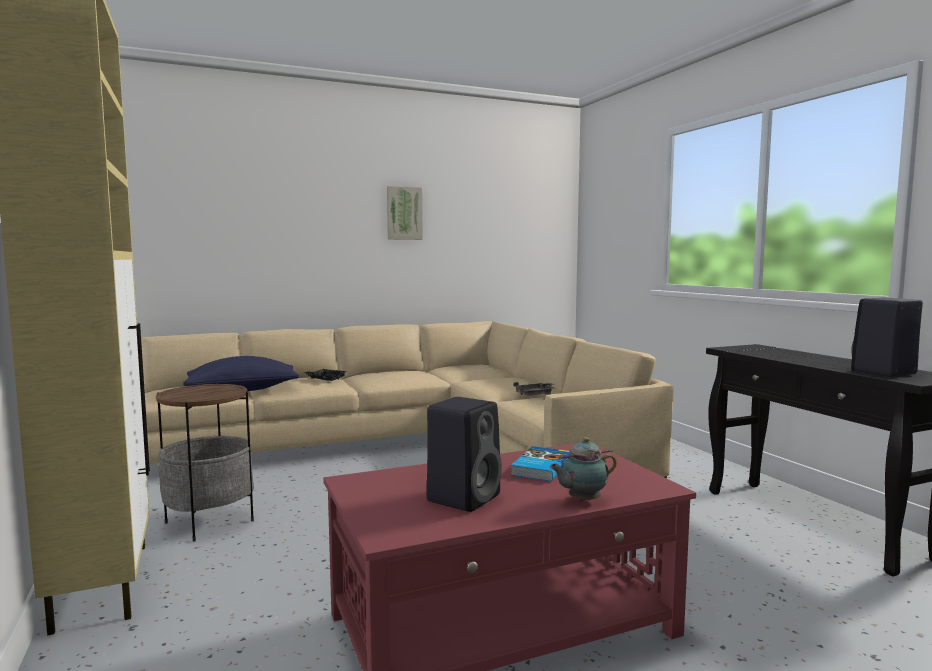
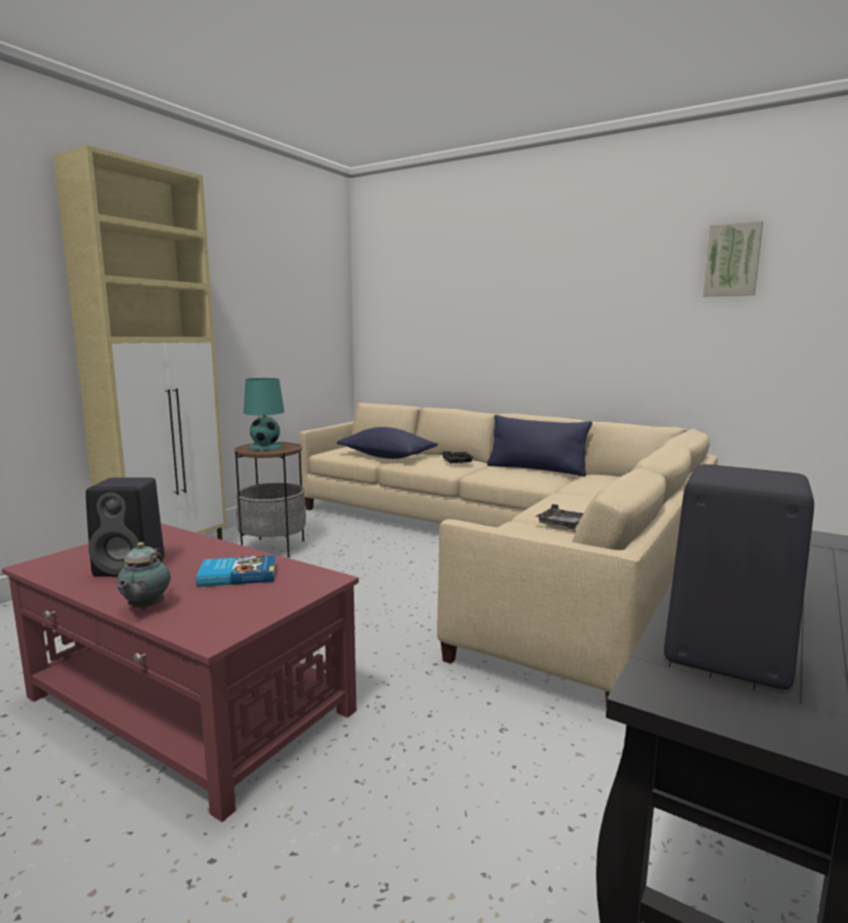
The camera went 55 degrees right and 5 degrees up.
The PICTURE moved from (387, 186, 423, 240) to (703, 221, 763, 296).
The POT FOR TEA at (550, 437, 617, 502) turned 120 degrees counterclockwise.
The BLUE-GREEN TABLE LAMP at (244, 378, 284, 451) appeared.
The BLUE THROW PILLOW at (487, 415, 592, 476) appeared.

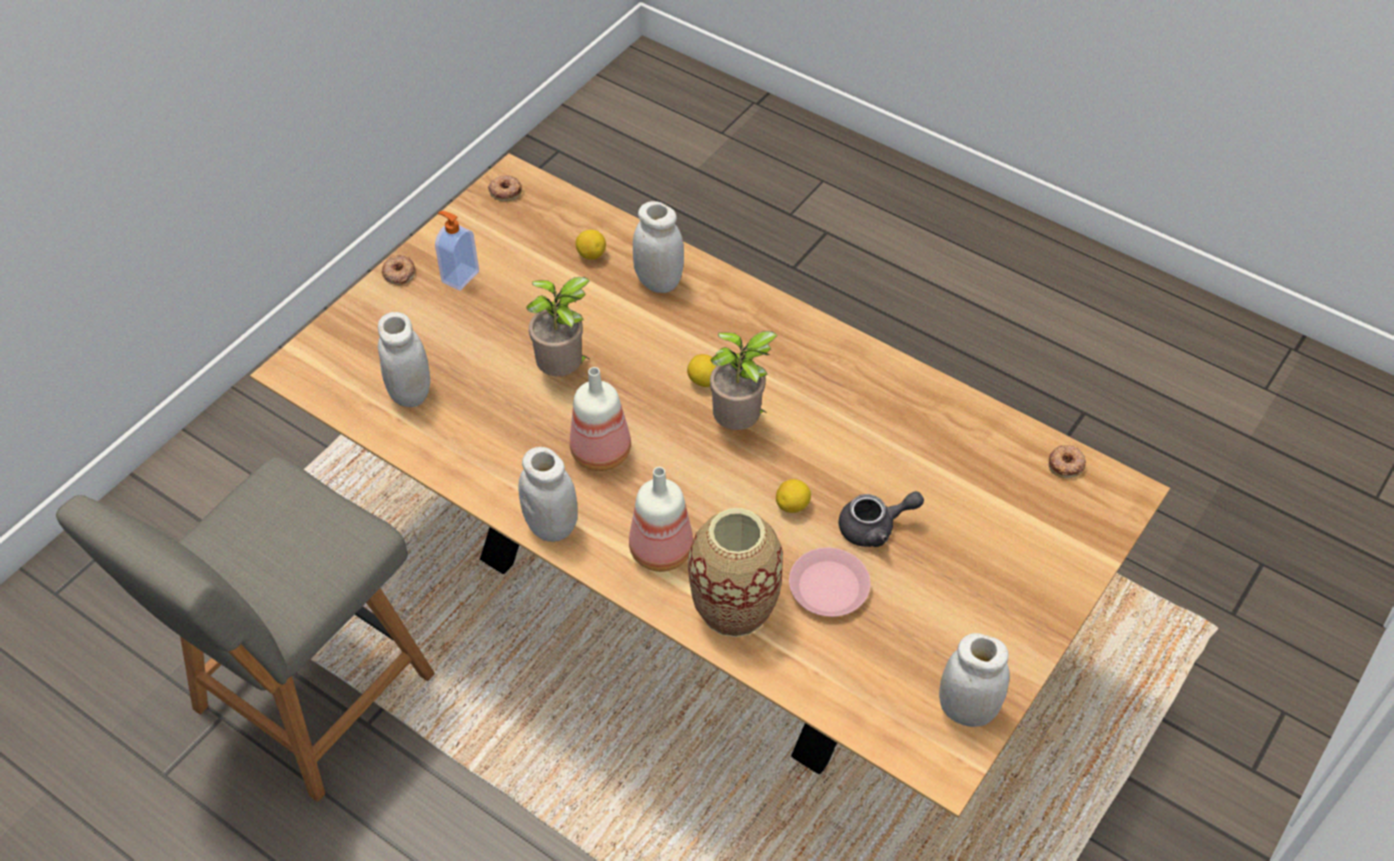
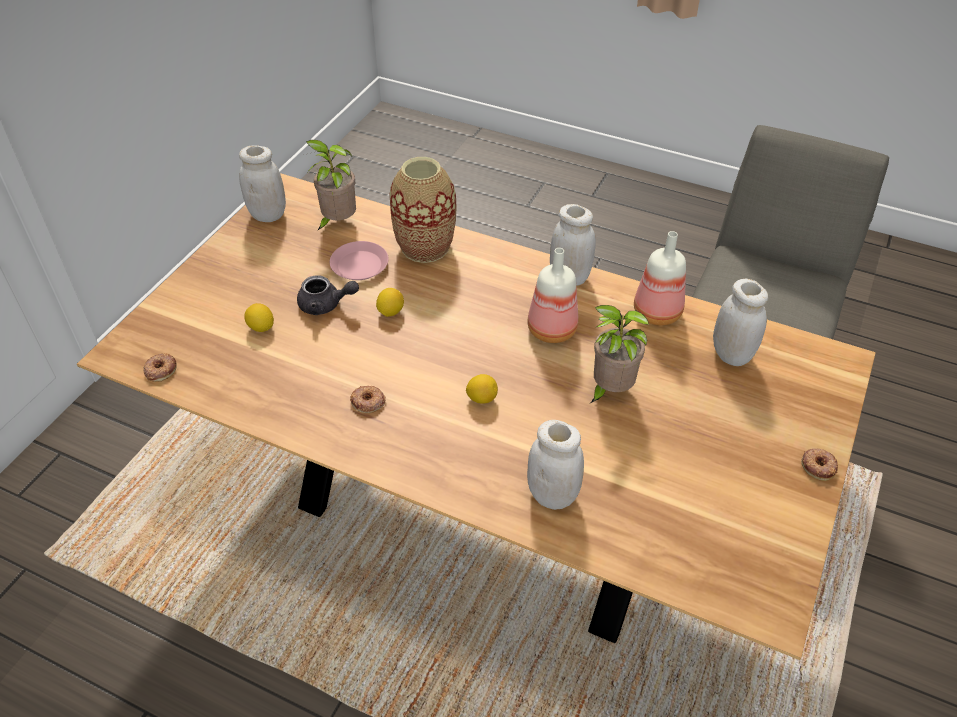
The camera went 170 degrees right and 5 degrees down.
The DOUGHNUT moved from (488, 175, 522, 202) to (350, 386, 385, 413).
The LIQUID SOAP BOTTLE at (435, 211, 479, 291) disappeared.
The CITRUS FRUIT moved from (575, 230, 606, 260) to (244, 303, 274, 332).
The HOUSEPLANT moved from (710, 331, 778, 430) to (306, 140, 356, 231).
The BEVERAGE BOTTLE moved from (629, 467, 693, 572) to (634, 231, 686, 326).
The GREYISH POT FOR TEA at (839, 491, 924, 547) turned 150 degrees counterclockwise.

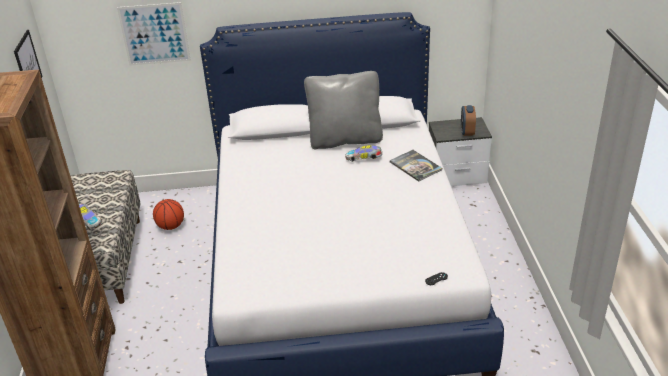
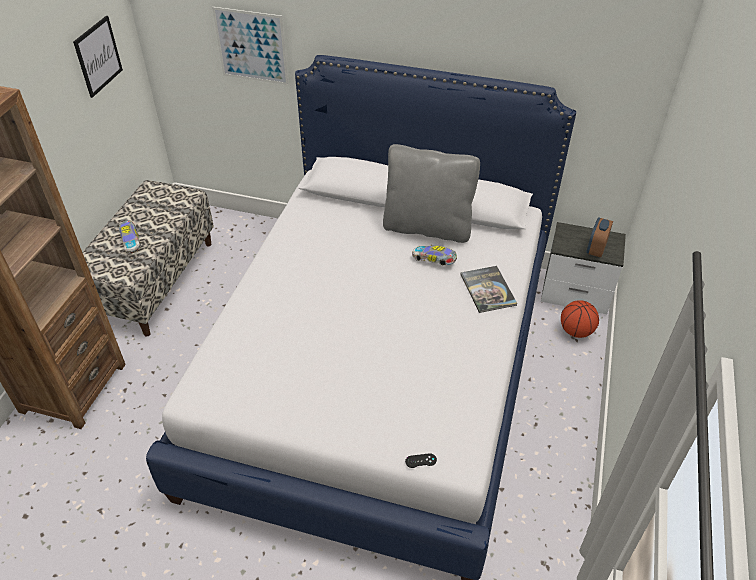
The camera went 20 degrees right and 10 degrees up.
The BALL FOR BASKETBALL moved from (153, 199, 184, 230) to (561, 300, 599, 338).

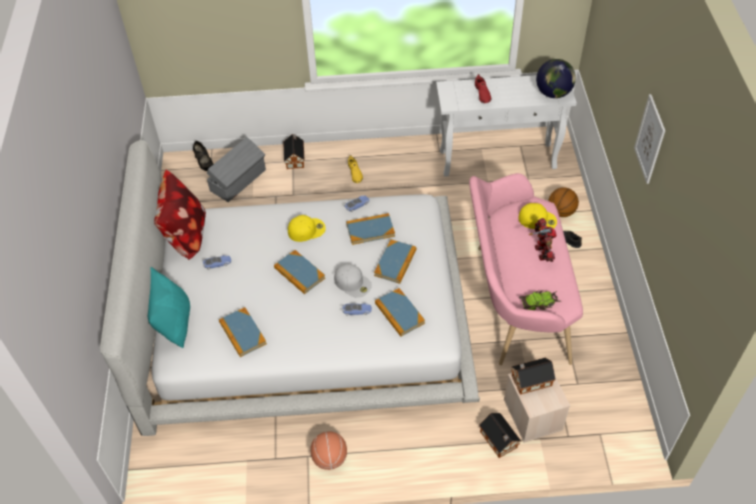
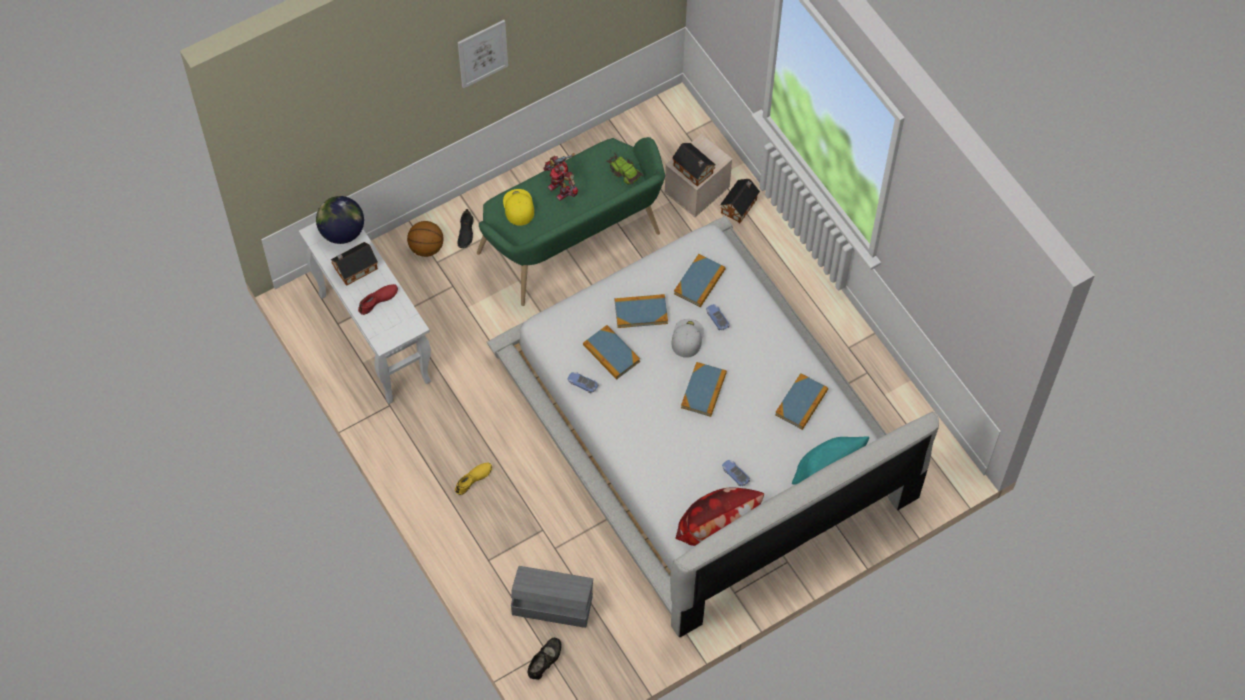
The camera went 120 degrees left and 10 degrees up.
The MINIATURE HOUSE moved from (283, 134, 305, 169) to (331, 242, 378, 286).
The PINKISH INDOOR BENCH at (469, 173, 583, 365) became the GREENISH INDOOR BENCH at (477, 137, 665, 306).
The YELLOW-COLOURED CAP at (288, 215, 326, 242) disappeared.
The ROBOT FIGURE at (529, 218, 556, 262) turned 90 degrees counterclockwise.
The BALL FOR BASKETBALL at (310, 432, 347, 470) disappeared.

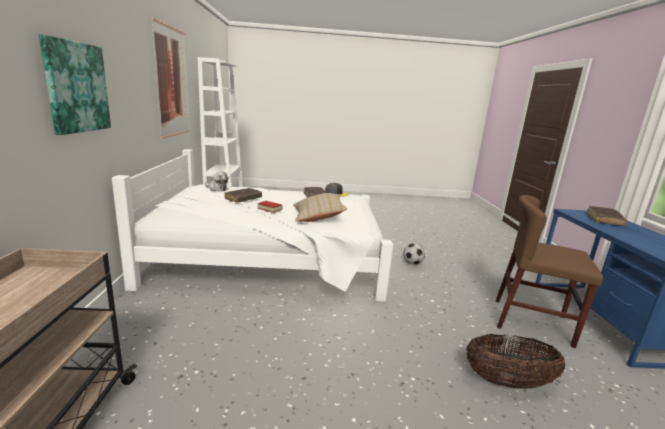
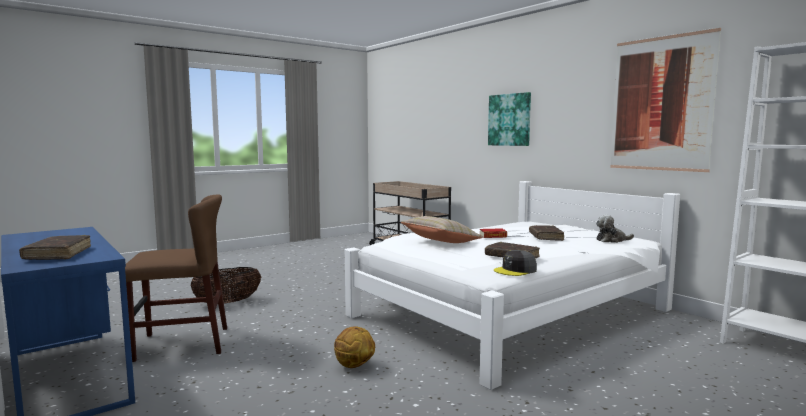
The camera went 145 degrees right and 10 degrees down.
The FOOTBALL at (403, 243, 425, 265) was replaced by the BALL FOR BASKETBALL at (334, 326, 375, 368).

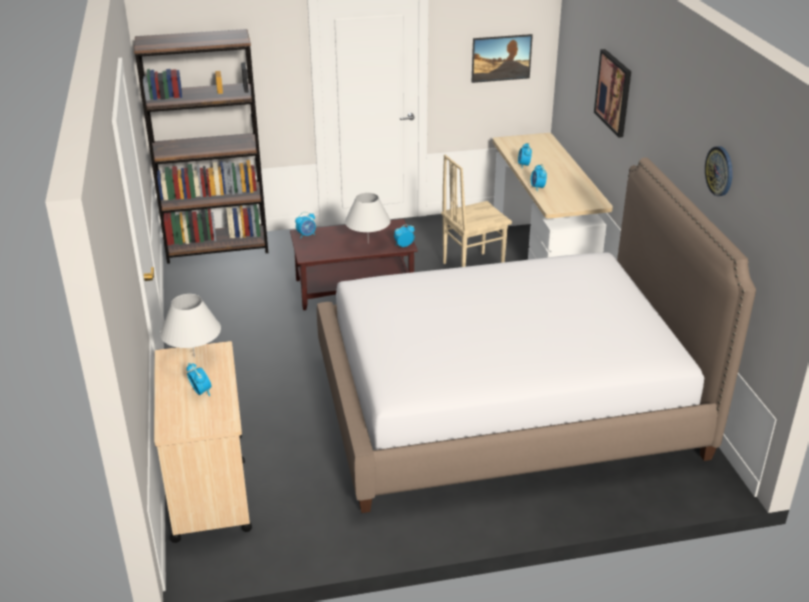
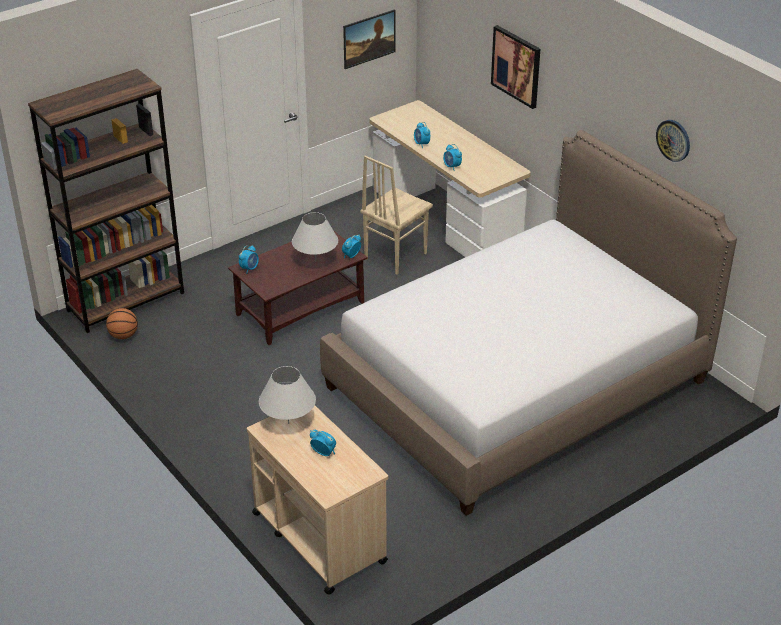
The camera went 25 degrees left and 5 degrees up.
The BALL FOR BASKETBALL at (106, 308, 138, 339) appeared.

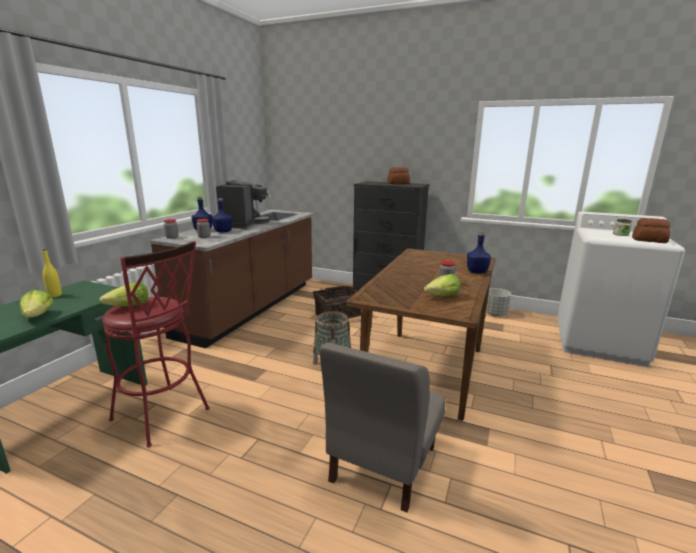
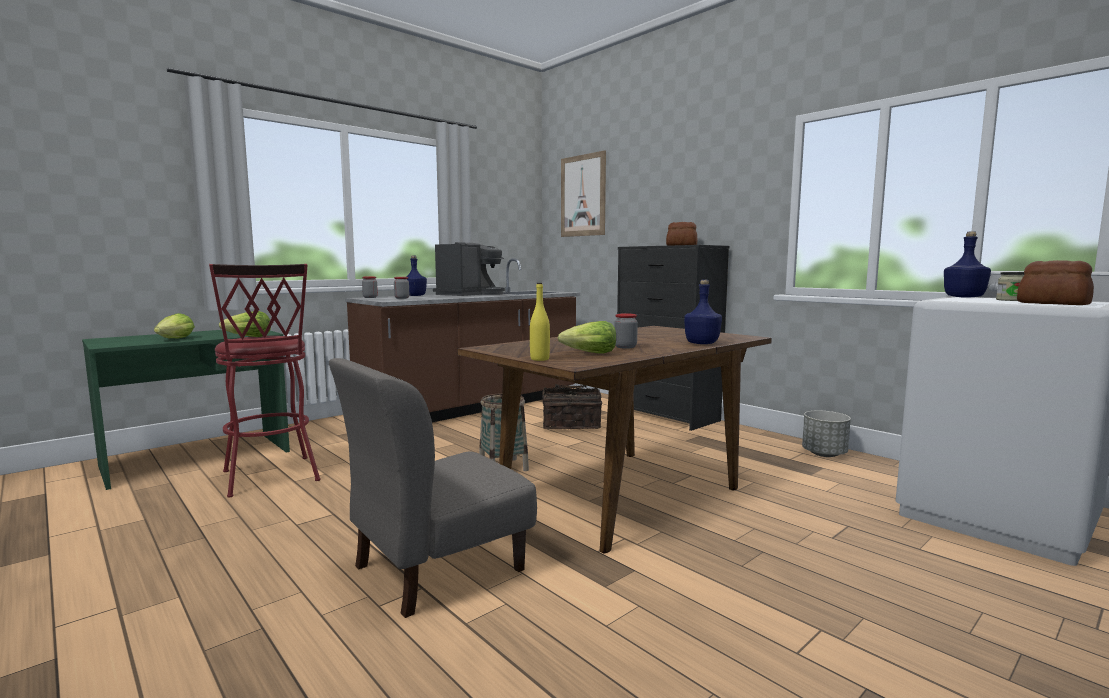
The camera went 25 degrees right and 10 degrees down.
The BLUE BEVERAGE BOTTLE moved from (212, 198, 232, 233) to (944, 231, 991, 298).
The YELLOW-COLOURED BEVERAGE BOTTLE moved from (42, 249, 62, 297) to (530, 283, 550, 361).
The PICTURE at (561, 150, 606, 237) appeared.

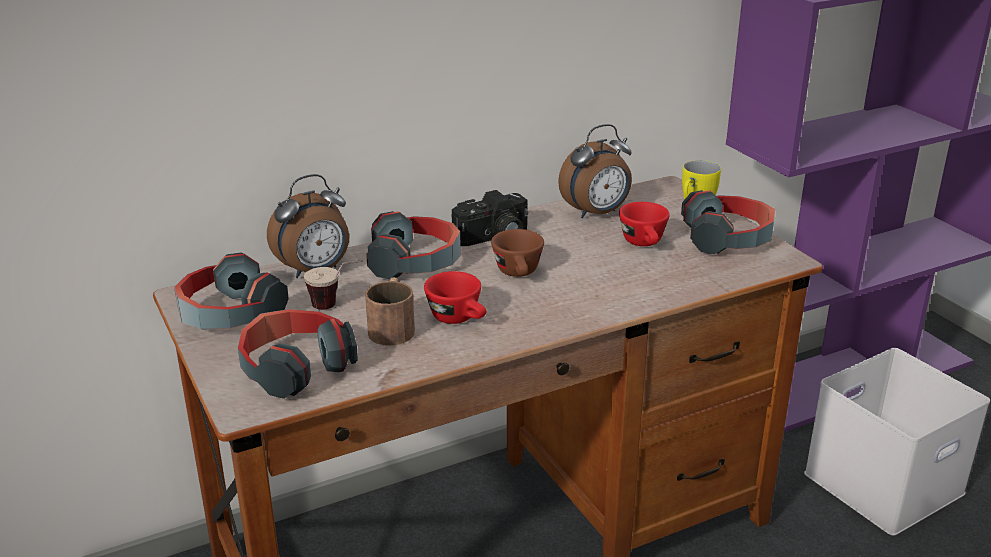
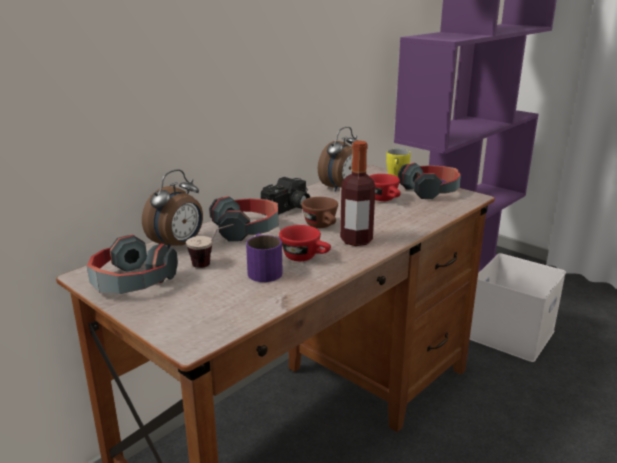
The camera went 20 degrees left and 5 degrees down.
The BROWN-COLOURED TEA MUG at (365, 277, 415, 346) became the PURPLE-COLOURED TEA MUG at (246, 233, 283, 282).
The PAIR OF HEADPHONES at (238, 309, 358, 399) disappeared.
The BEVERAGE BOTTLE at (340, 141, 376, 246) appeared.

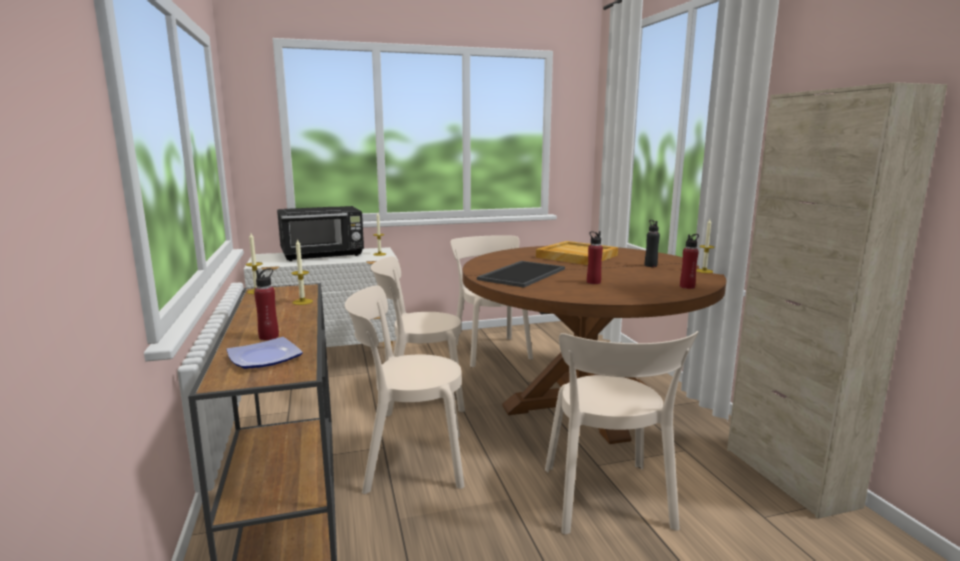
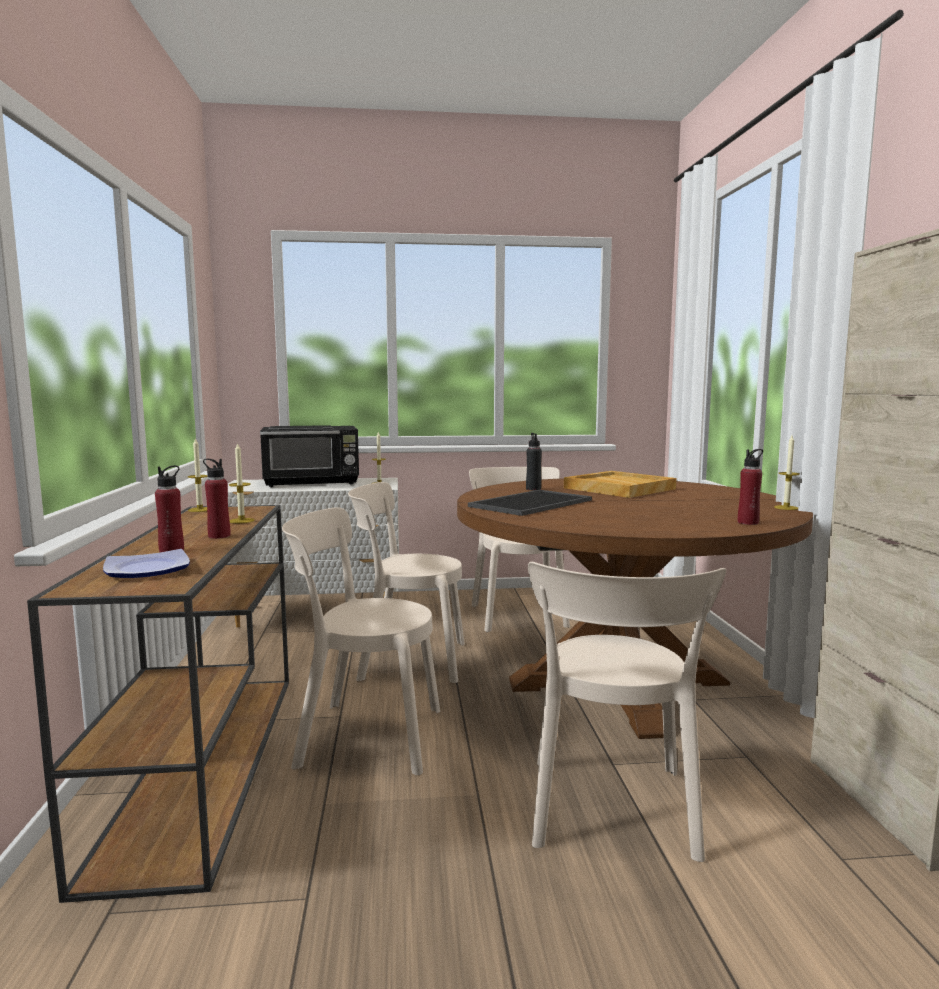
The camera went 10 degrees right and 5 degrees down.
The BLACK-COLOURED BEVERAGE BOTTLE moved from (645, 220, 660, 267) to (526, 433, 542, 490).
The REDDISH BEVERAGE BOTTLE moved from (587, 231, 603, 284) to (203, 459, 230, 539).

